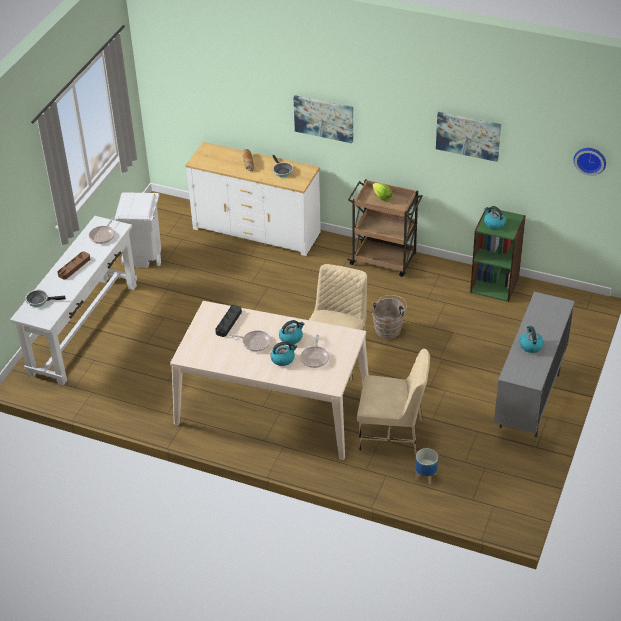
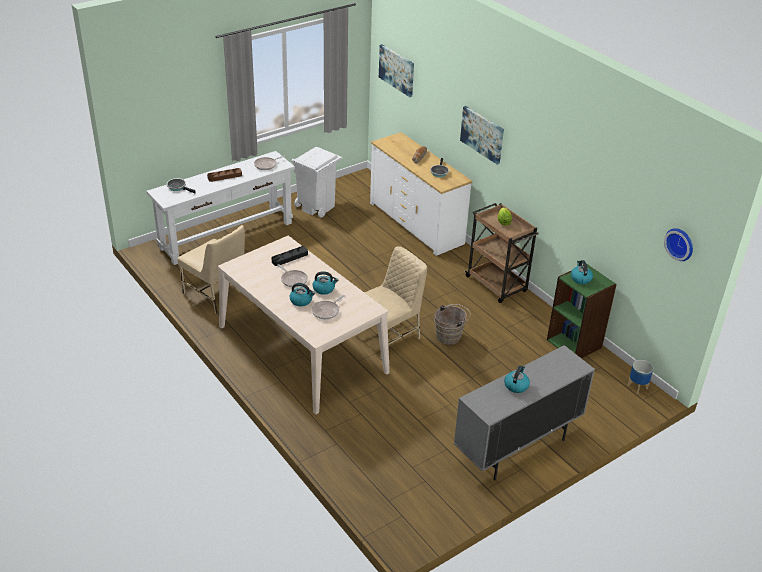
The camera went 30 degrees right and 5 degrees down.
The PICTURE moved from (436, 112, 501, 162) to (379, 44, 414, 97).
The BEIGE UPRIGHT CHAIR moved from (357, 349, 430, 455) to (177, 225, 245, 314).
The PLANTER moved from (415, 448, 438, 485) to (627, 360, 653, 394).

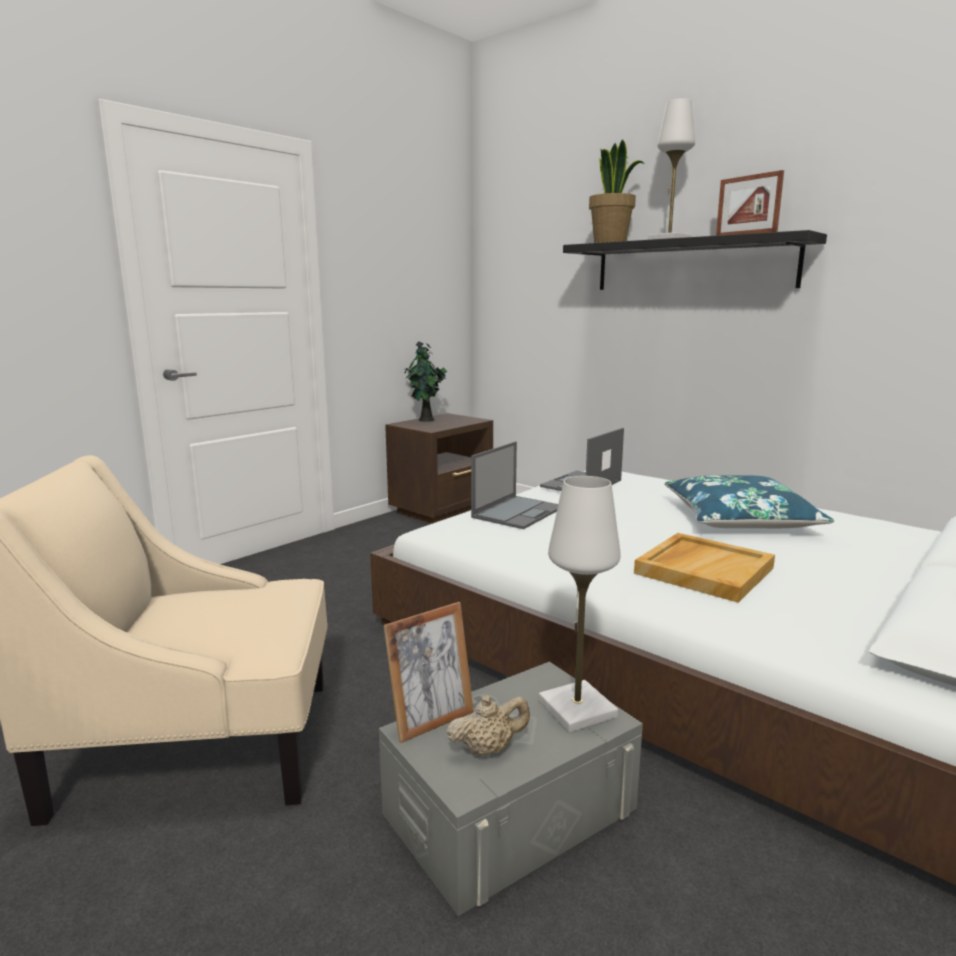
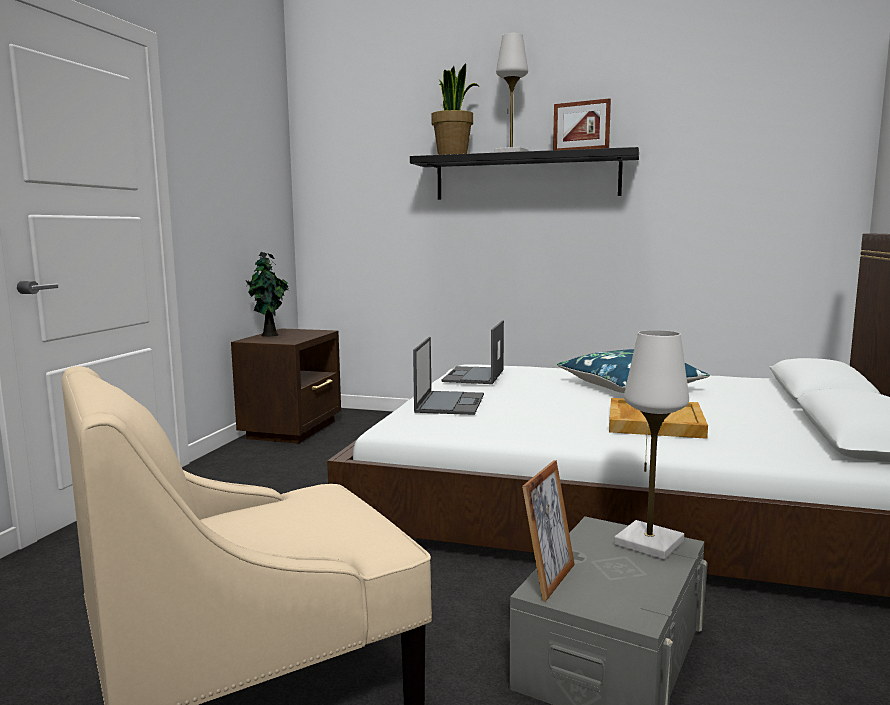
The camera went 25 degrees left and 5 degrees down.
The BEIGE POT FOR TEA at (446, 695, 530, 757) disappeared.

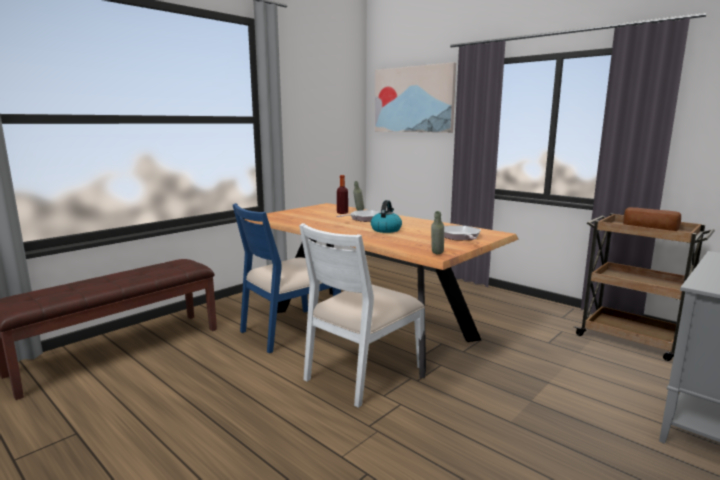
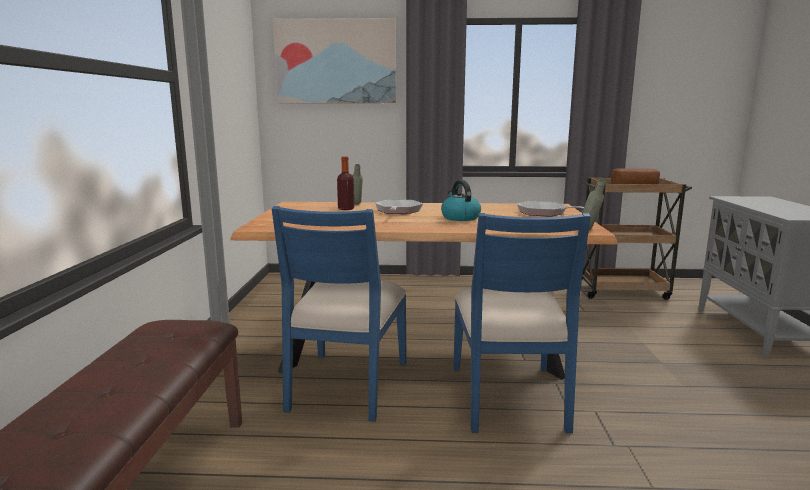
The camera went 40 degrees left and 0 degrees up.
The WHITE UPRIGHT CHAIR at (299, 223, 425, 408) became the BLUE UPRIGHT CHAIR at (453, 213, 591, 433).

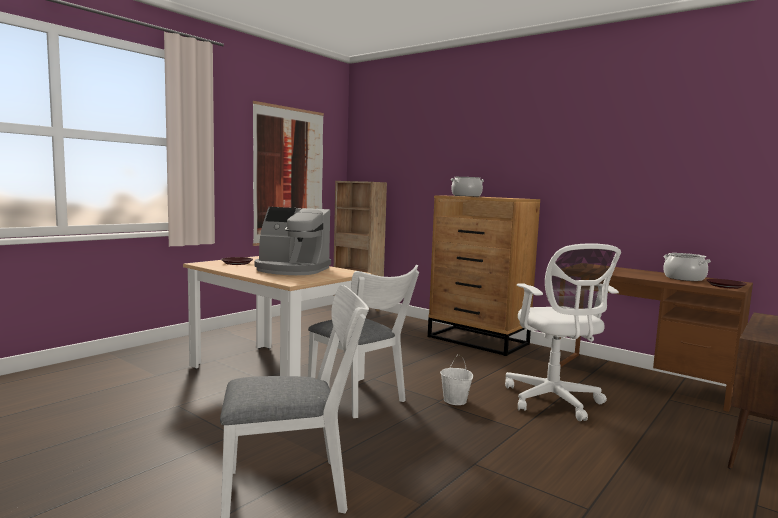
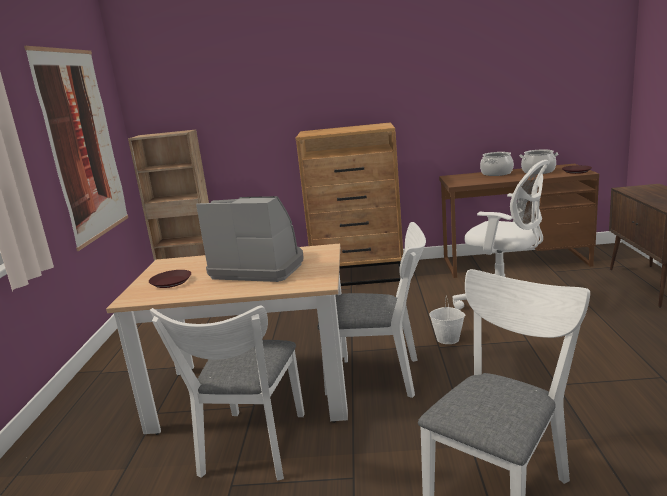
The camera went 35 degrees left and 10 degrees up.
The STOCKPOT moved from (451, 177, 484, 197) to (480, 152, 514, 176).
The COFFEE BREWER at (255, 207, 331, 275) turned 135 degrees counterclockwise.
The WHITE UPRIGHT CHAIR at (150, 306, 305, 481) appeared.

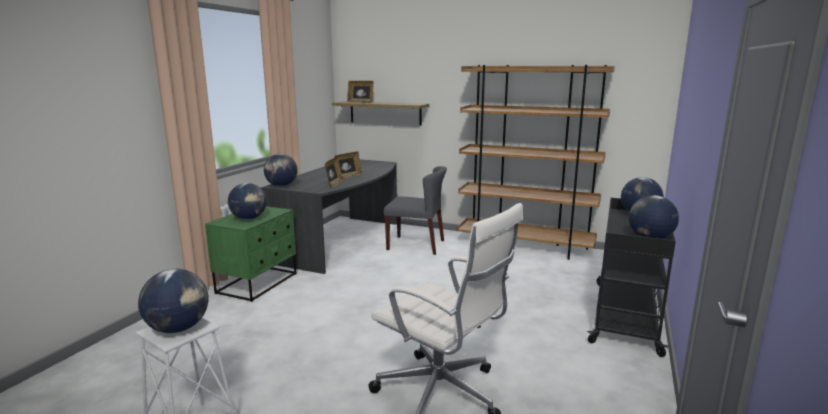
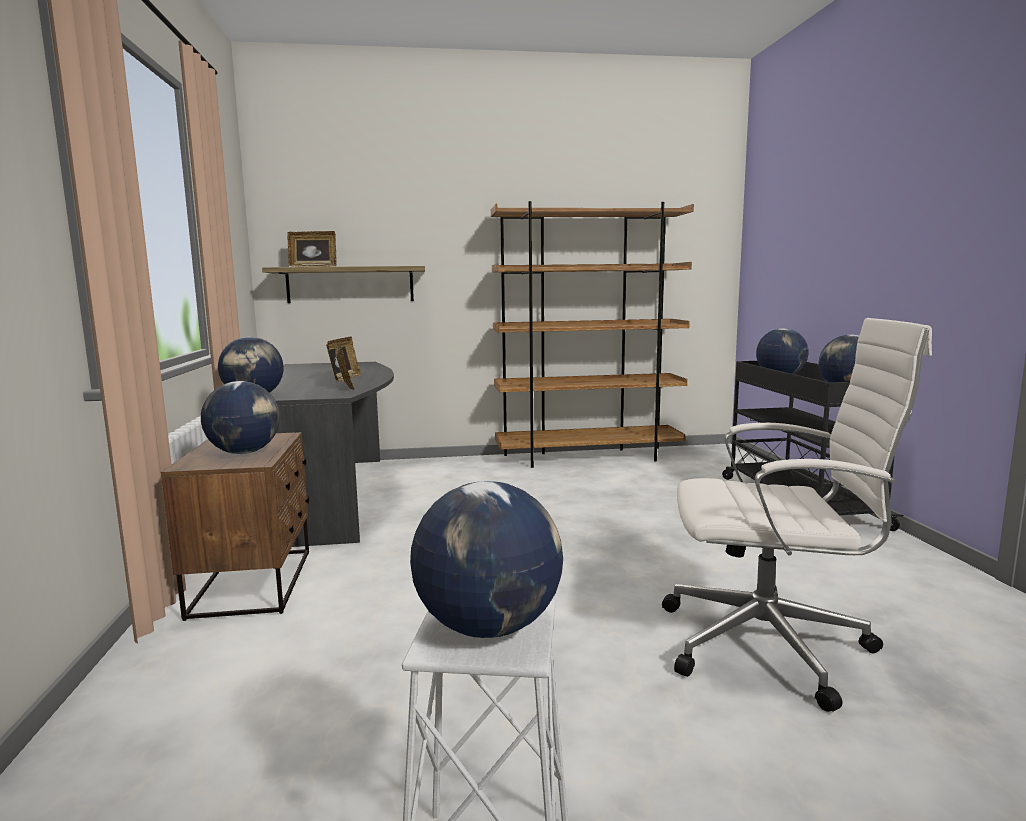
The camera went 30 degrees left and 5 degrees down.
The GREYISH UPRIGHT CHAIR at (383, 166, 447, 255) disappeared.
The GREENISH NIGHTSTAND at (205, 206, 296, 302) became the BROWN-COLOURED NIGHTSTAND at (161, 432, 309, 621).

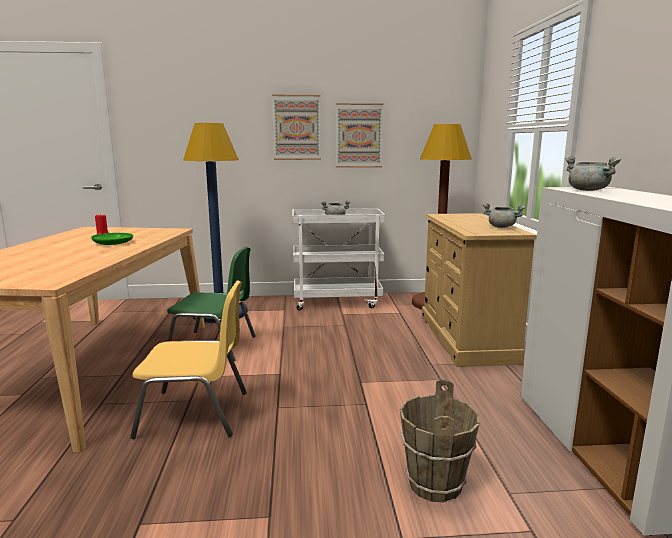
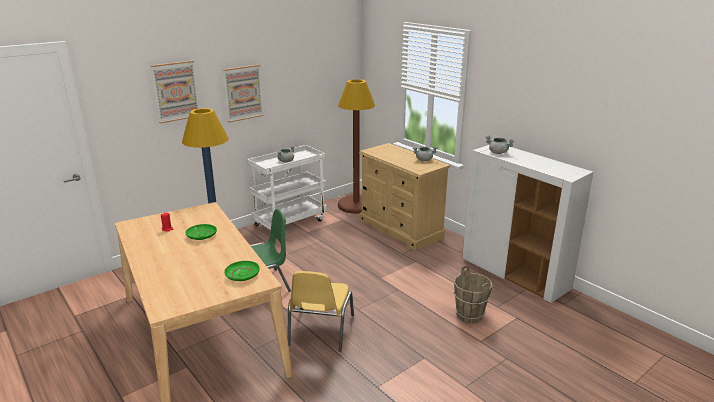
The camera went 35 degrees left and 10 degrees up.
The PICTURE moved from (336, 103, 383, 168) to (150, 60, 199, 124).
The YELLOW-COLOURED UPRIGHT CHAIR at (130, 280, 247, 439) turned 135 degrees clockwise.
The GREENISH PLATE at (224, 261, 260, 281) appeared.

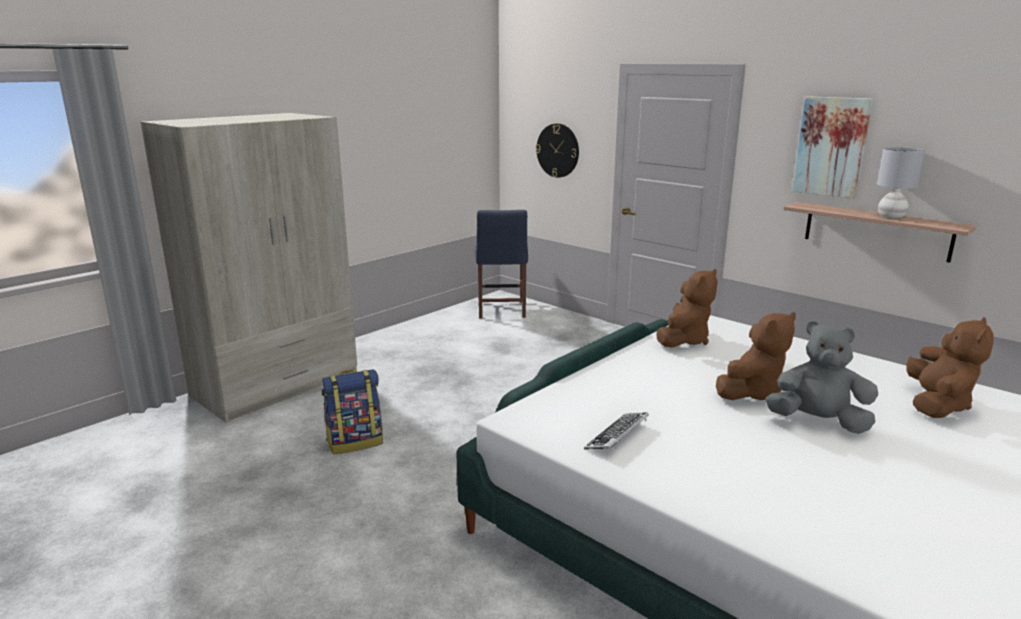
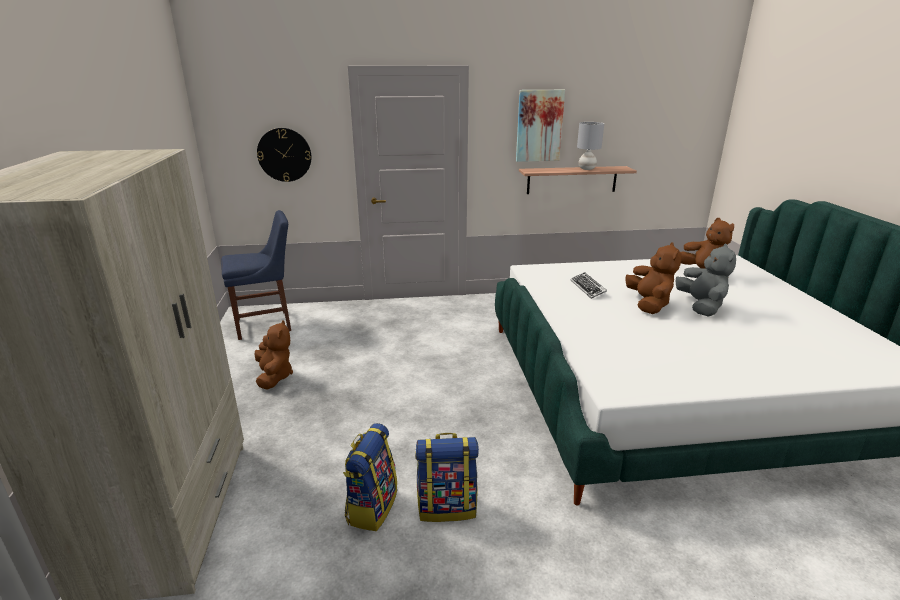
The camera went 50 degrees left and 5 degrees up.
The BLUE UPRIGHT CHAIR at (475, 210, 528, 318) turned 60 degrees counterclockwise.
The BROWN-COLOURED CUDDLY TOY moved from (656, 269, 718, 348) to (255, 320, 293, 390).
The GREYISH CUDDLY TOY at (766, 321, 878, 434) turned 120 degrees clockwise.
The COMPUTER KEYBOARD moved from (584, 412, 649, 450) to (570, 272, 607, 299).
The BACKPACK at (415, 433, 479, 522) appeared.

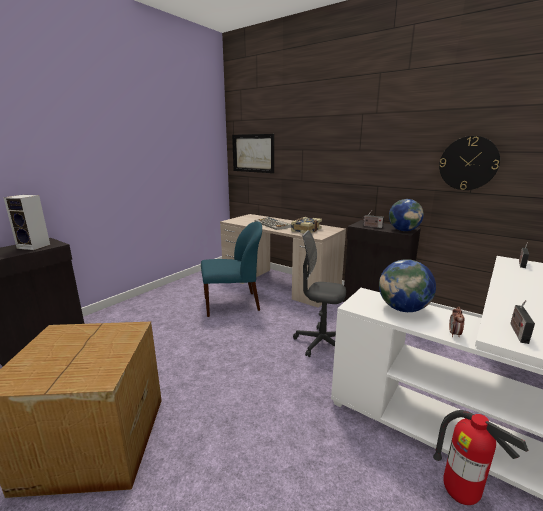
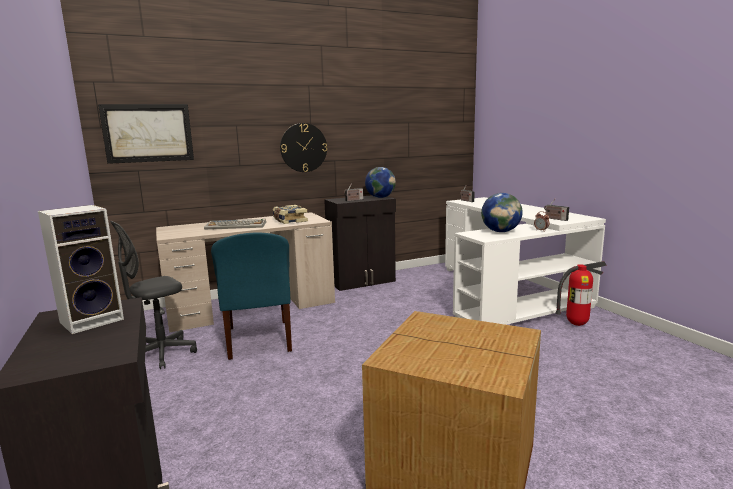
The camera went 60 degrees left and 5 degrees down.
The CLOCK ON THE WALL moved from (439, 136, 500, 190) to (280, 123, 327, 172).
The BLUE UPRIGHT CHAIR at (201, 222, 262, 317) turned 150 degrees clockwise.
The GREYISH DESK CHAIR moved from (293, 230, 346, 357) to (110, 221, 197, 369).

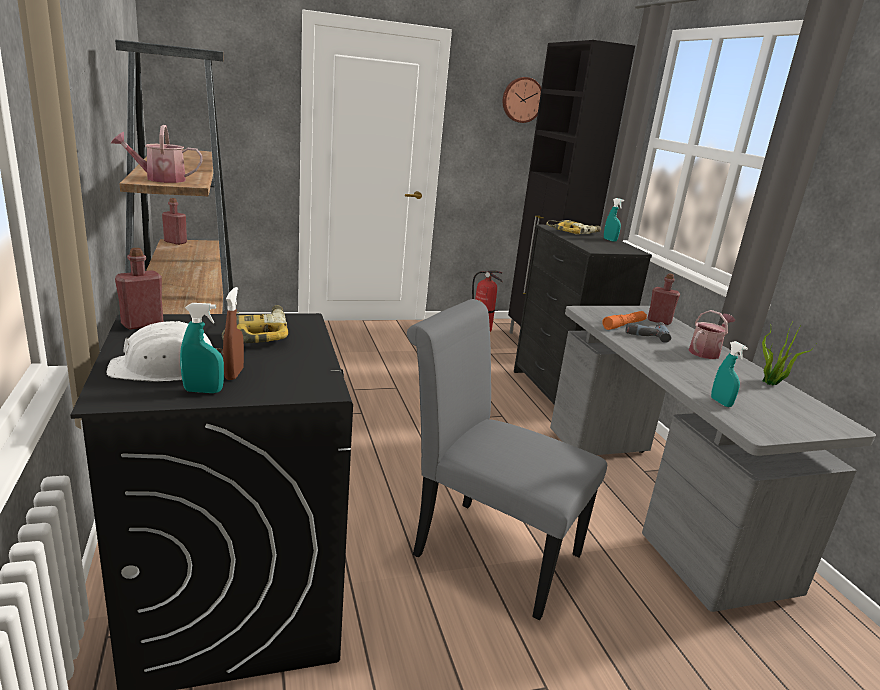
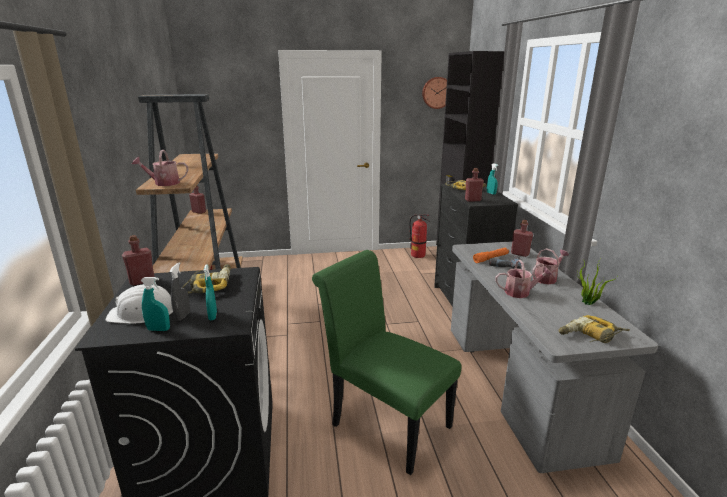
The camera went 10 degrees right and 0 degrees up.
The BROWN-COLOURED HAND SPRAYER at (223, 287, 244, 380) became the GREYISH HAND SPRAYER at (169, 262, 190, 321).
The GREYISH UPRIGHT CHAIR at (407, 299, 607, 620) became the GREENISH UPRIGHT CHAIR at (312, 250, 462, 475).
The BLUE-GREEN HAND SPRAYER moved from (711, 341, 748, 407) to (204, 264, 217, 320).
The REDDISH BEVERAGE BOTTLE at (465, 168, 484, 201) appeared.
The WATERING POT at (495, 260, 552, 298) appeared.
The POWER DRILL at (559, 315, 630, 343) appeared.

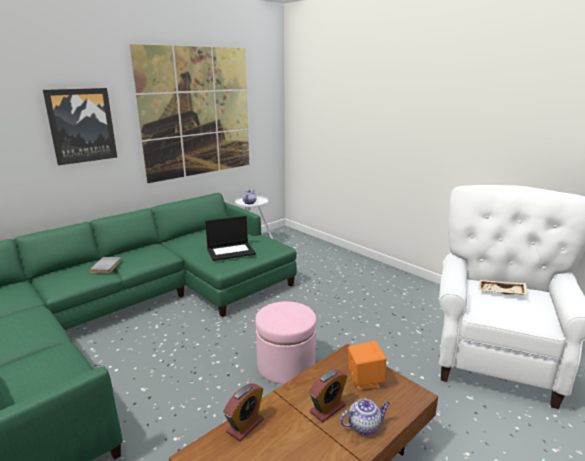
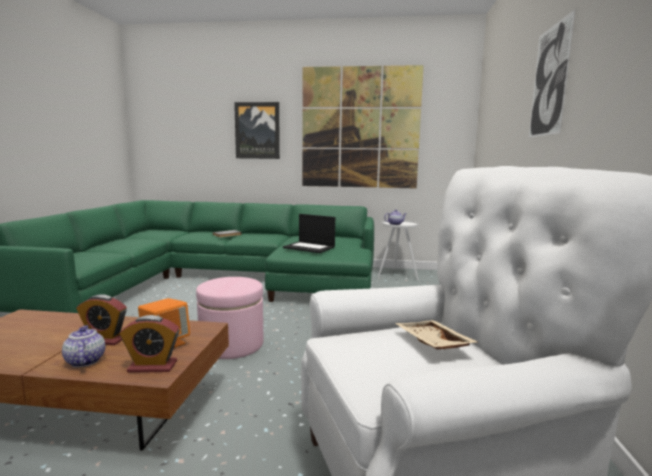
The camera went 50 degrees right and 10 degrees down.
The BEDSIDE CLOCK moved from (223, 383, 264, 441) to (120, 315, 180, 373).
The POT FOR TEA at (340, 399, 390, 435) turned 150 degrees counterclockwise.
The PICTURE at (529, 10, 575, 138) appeared.

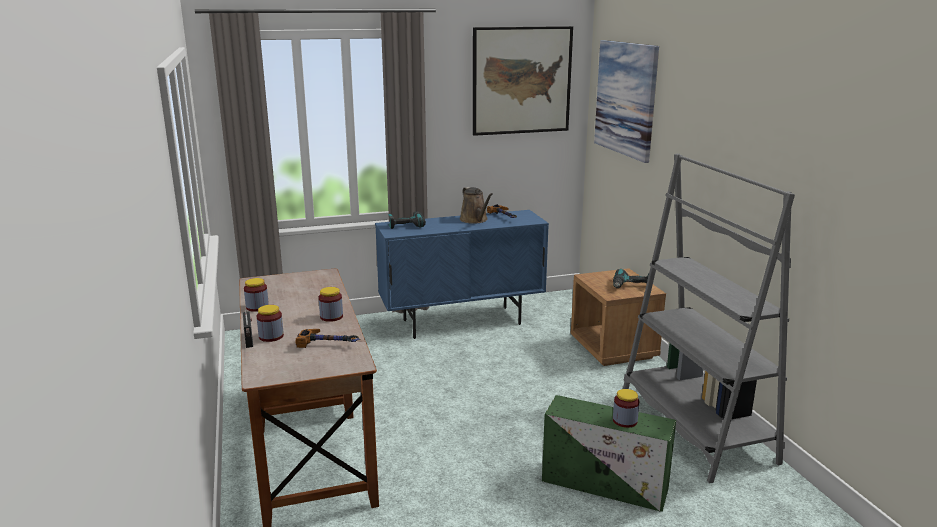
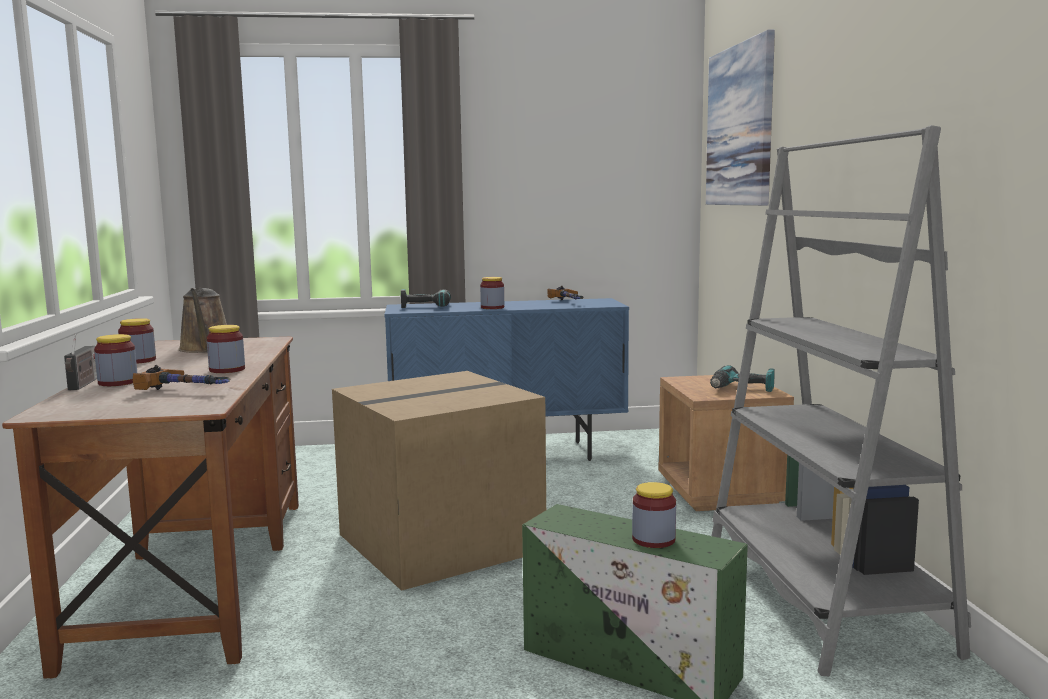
The camera went 10 degrees right and 10 degrees down.
The PICTURE at (473, 26, 573, 136) disappeared.
The BROWN-COLOURED WATERING POT moved from (460, 187, 493, 224) to (178, 288, 227, 353).
The PRESERVE JAR at (480, 277, 504, 309) appeared.
The CARDBOARD BOX at (332, 371, 546, 591) appeared.

